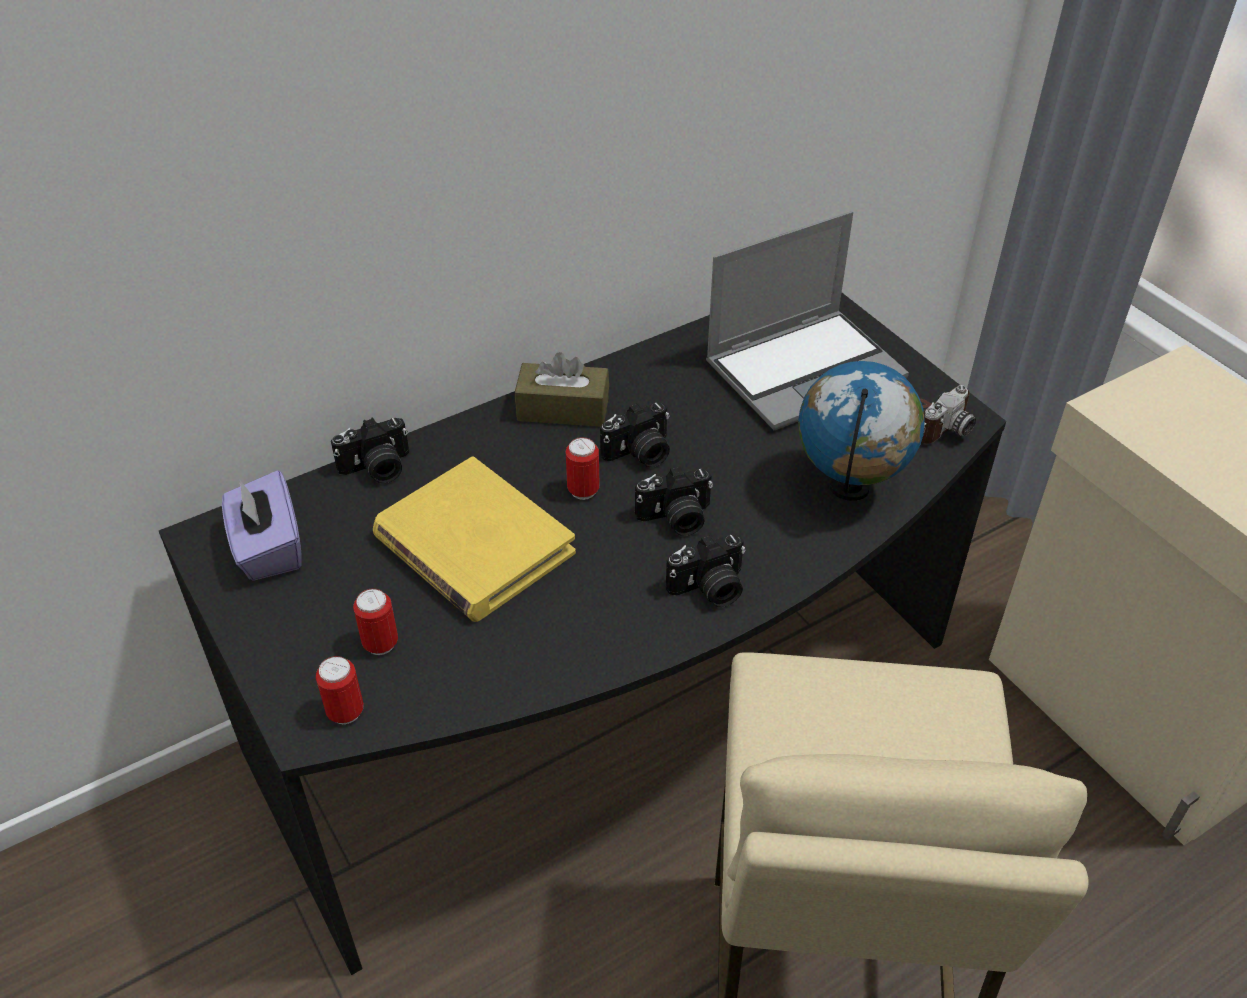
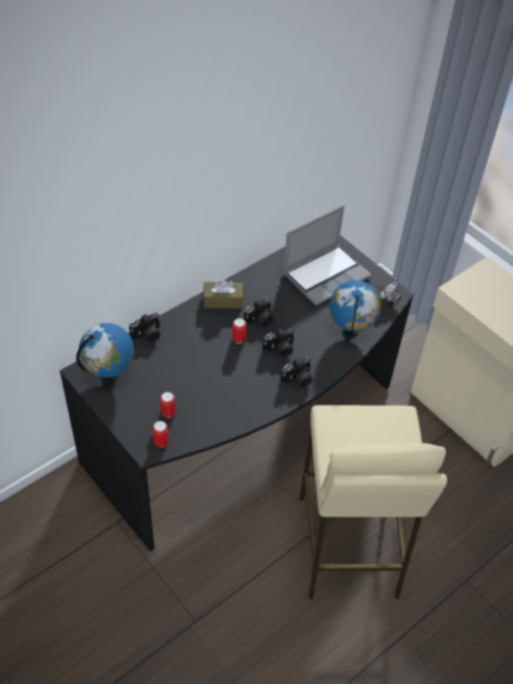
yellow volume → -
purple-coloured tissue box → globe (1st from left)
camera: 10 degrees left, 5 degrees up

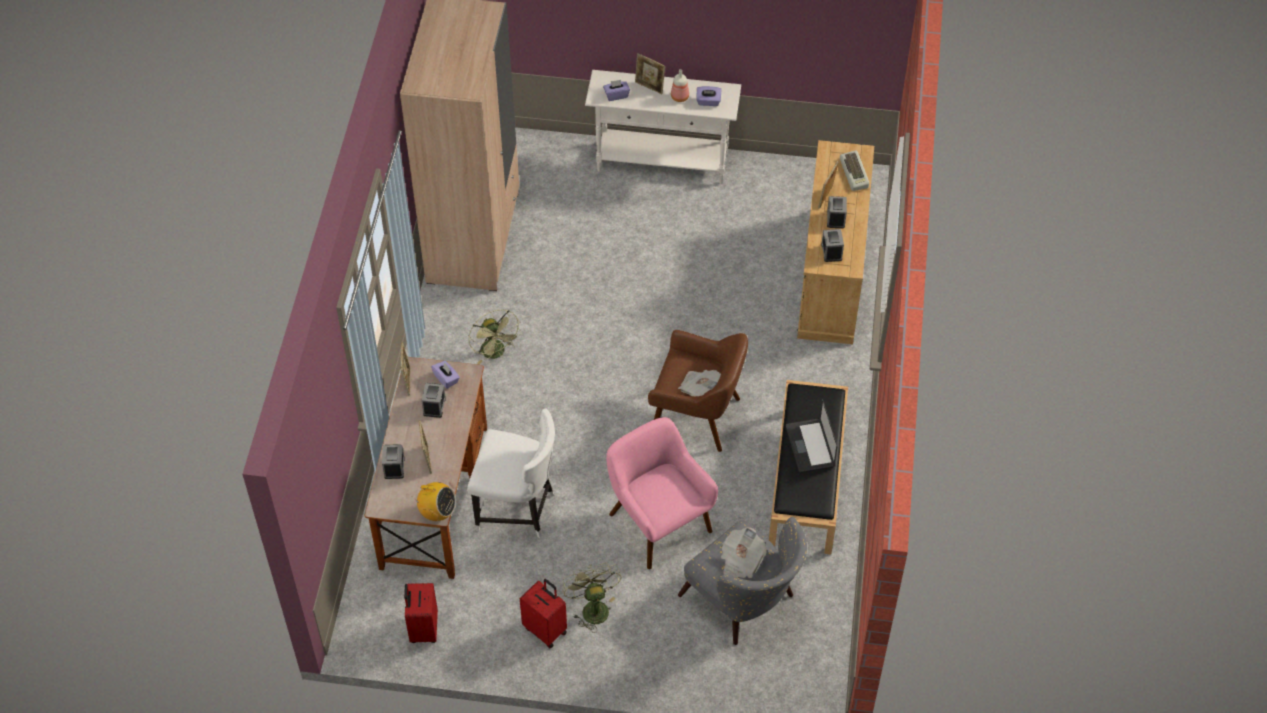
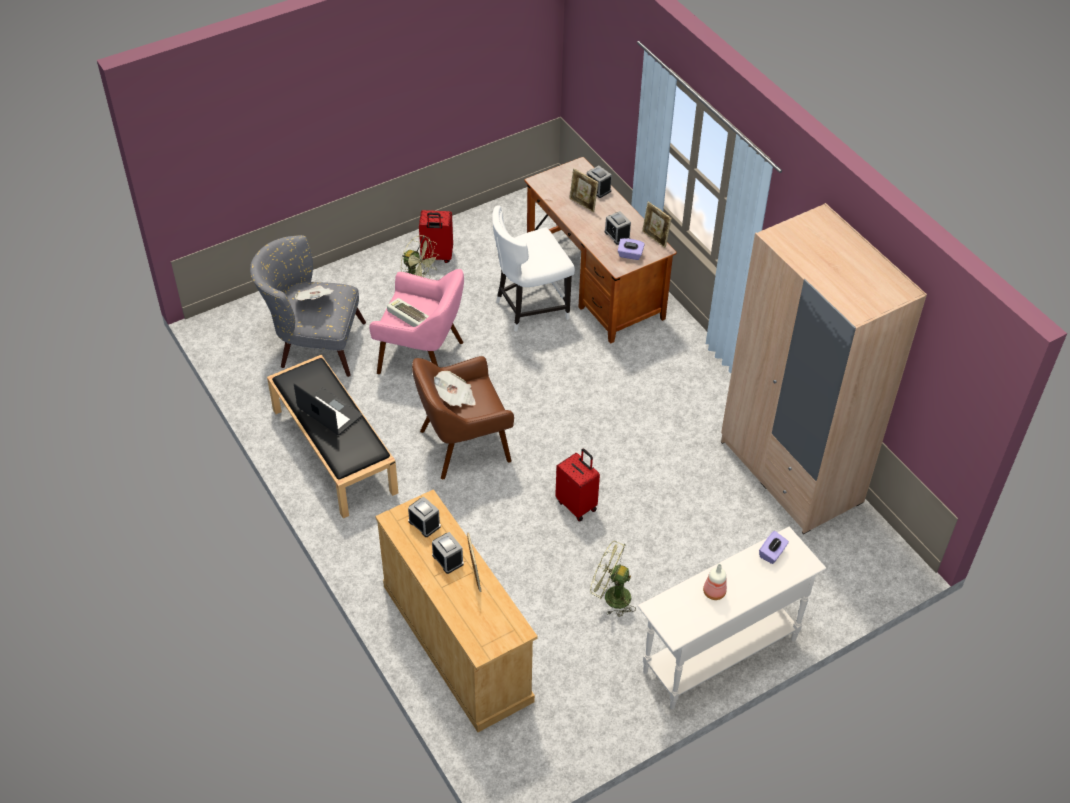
radio set → -
picture frame (3rd from left) → -
purple-coloured tissue box (3rd from left) → -
red-coloured travel case (1st from left in the first image) → red-coloured travel case (2nd from left), moved
greenish cooling fan (1st from left in the first image) → greenish cooling fan (2nd from left), moved
PC keyboard, moved
camera: 140 degrees right, 5 degrees down

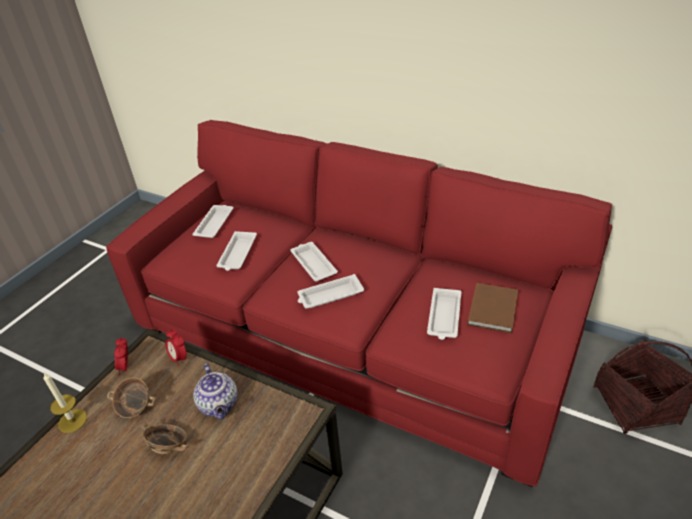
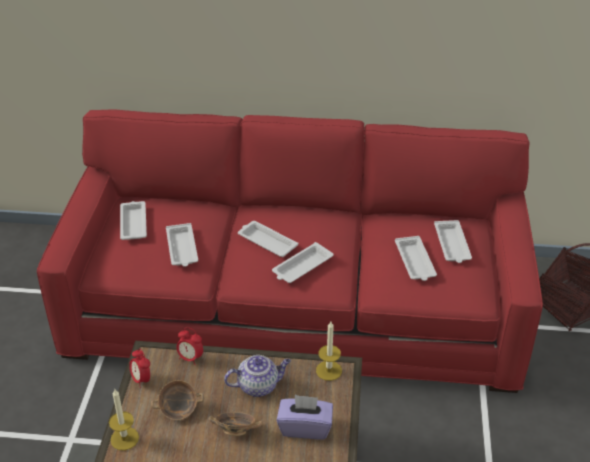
- → purple-coloured tissue box
- → candle (2nd from left)
brown-coloured volume → whitish carrying tray (6th from left)
tea pot, 60 degrees counterclockwise
camera: 25 degrees left, 0 degrees up

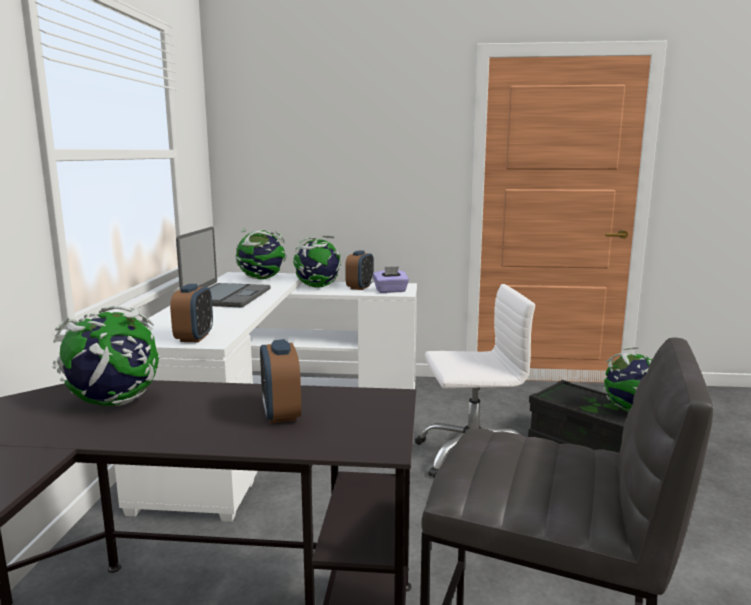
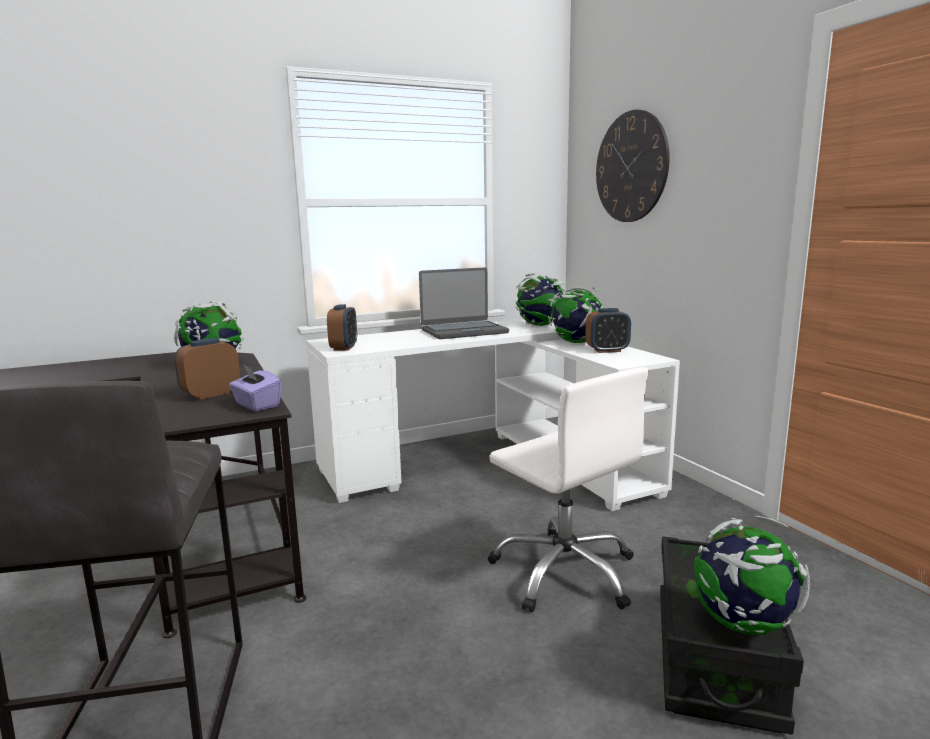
- → hanging clock
purple-coloured tissue box, moved
alarm clock (1st from left in the first image) → alarm clock (2nd from left), 60 degrees counterclockwise
camera: 60 degrees right, 0 degrees up

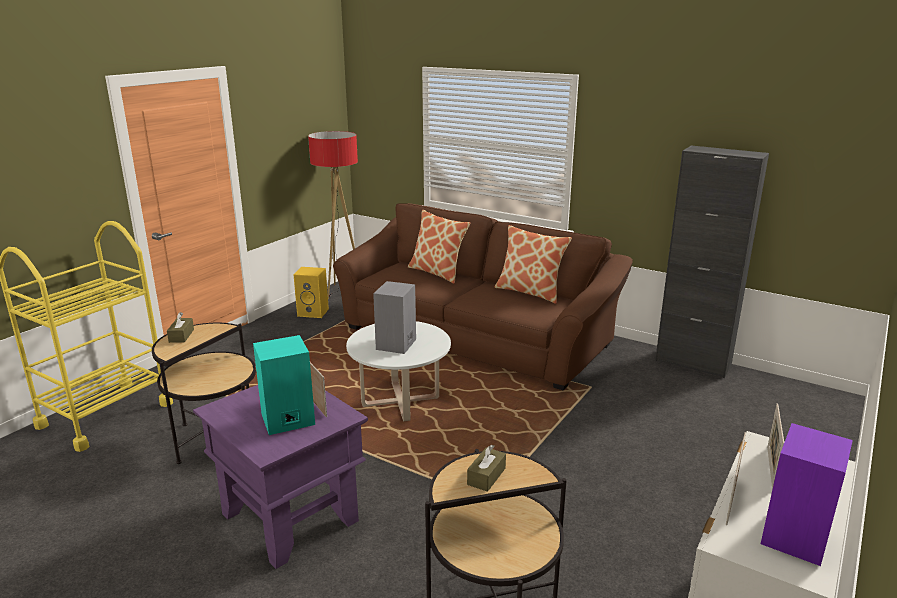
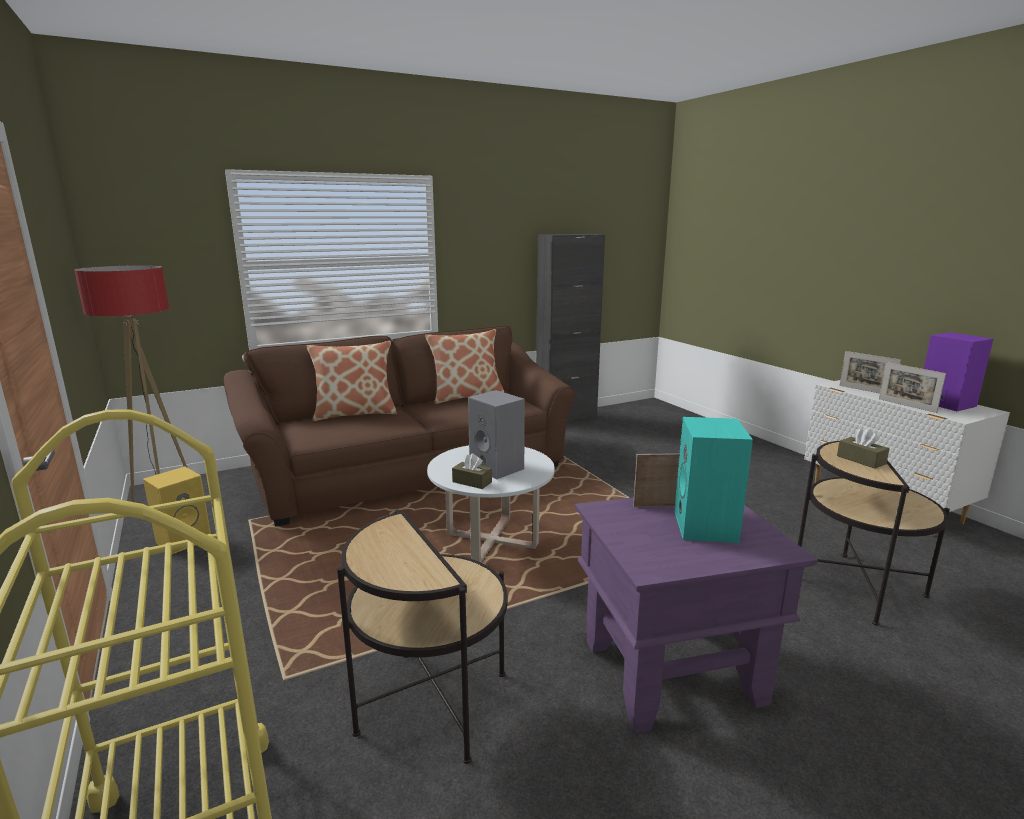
brown-coloured tissue box (1st from left), moved
camera: 60 degrees left, 5 degrees down

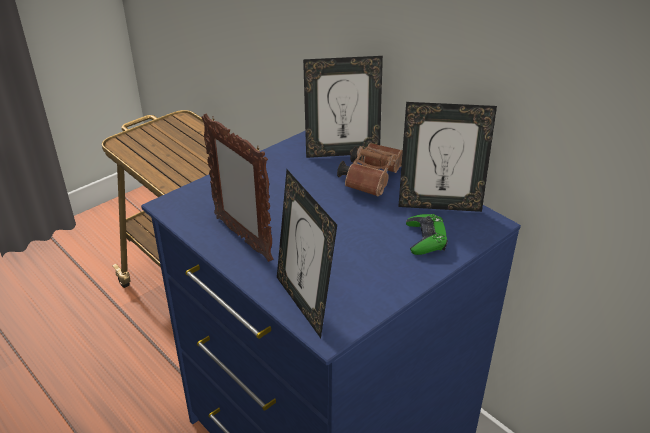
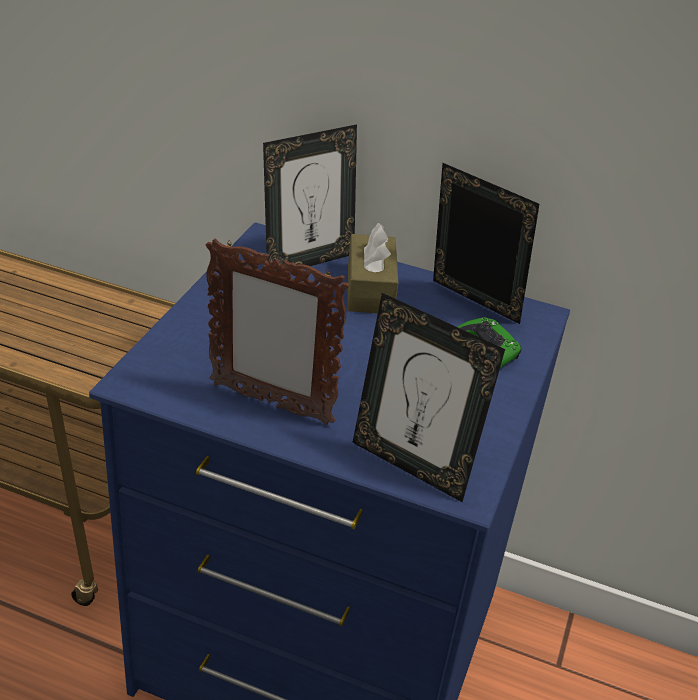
brown-coloured binoculars → brown-coloured tissue box
picture frame (4th from left), 120 degrees counterclockwise
camera: 30 degrees left, 0 degrees up

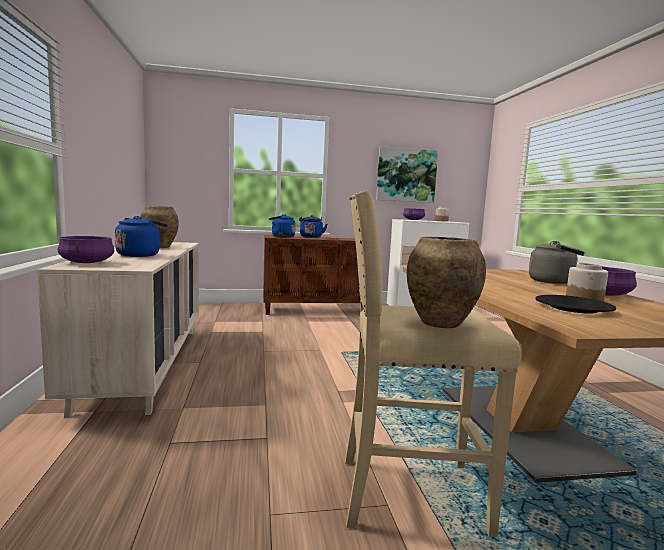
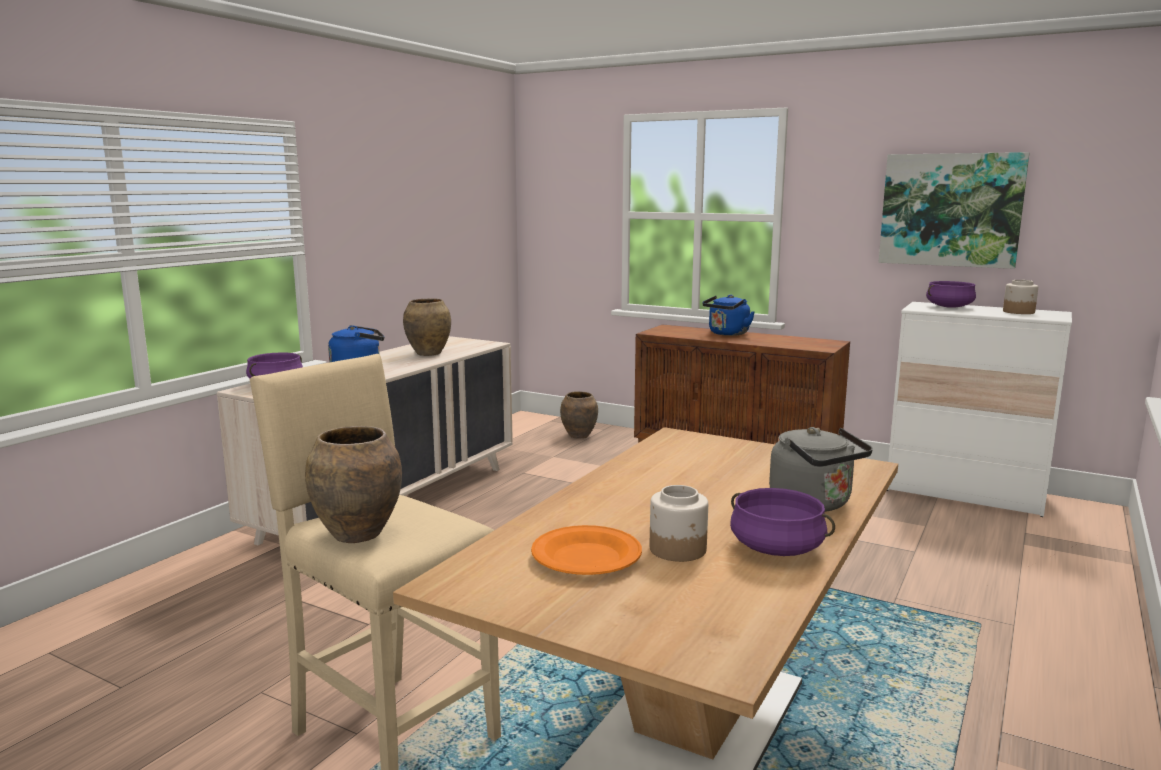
bluish tea kettle (2nd from left) → -
- → brown-coloured vase (3rd from left)
black-coloured dinner plate → orange dinner plate
camera: 40 degrees right, 5 degrees up

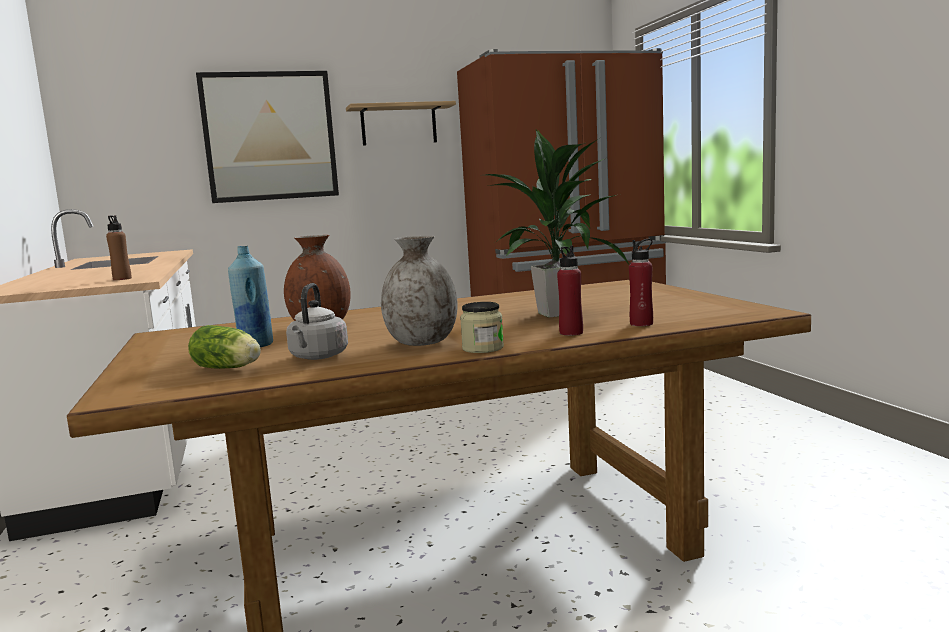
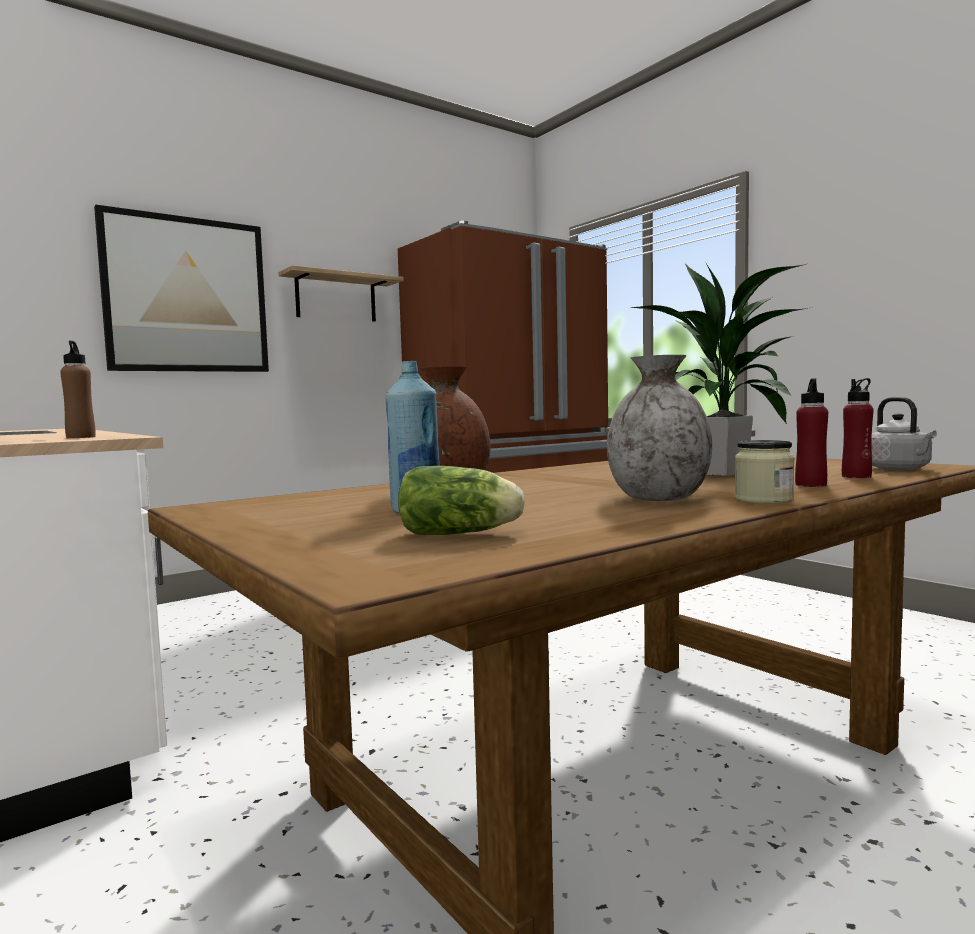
grey tea kettle, moved
camera: 20 degrees left, 5 degrees down

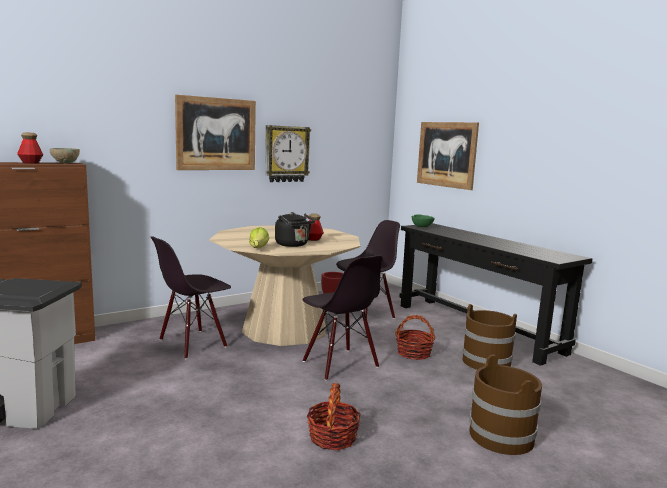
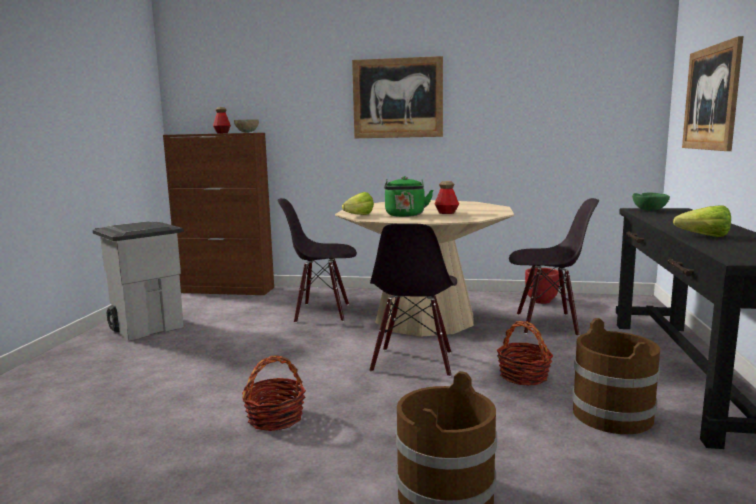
hanging clock → -
- → lettuce head (2nd from left)
black-coloured tea kettle → greenish tea kettle
camera: 45 degrees right, 0 degrees up

